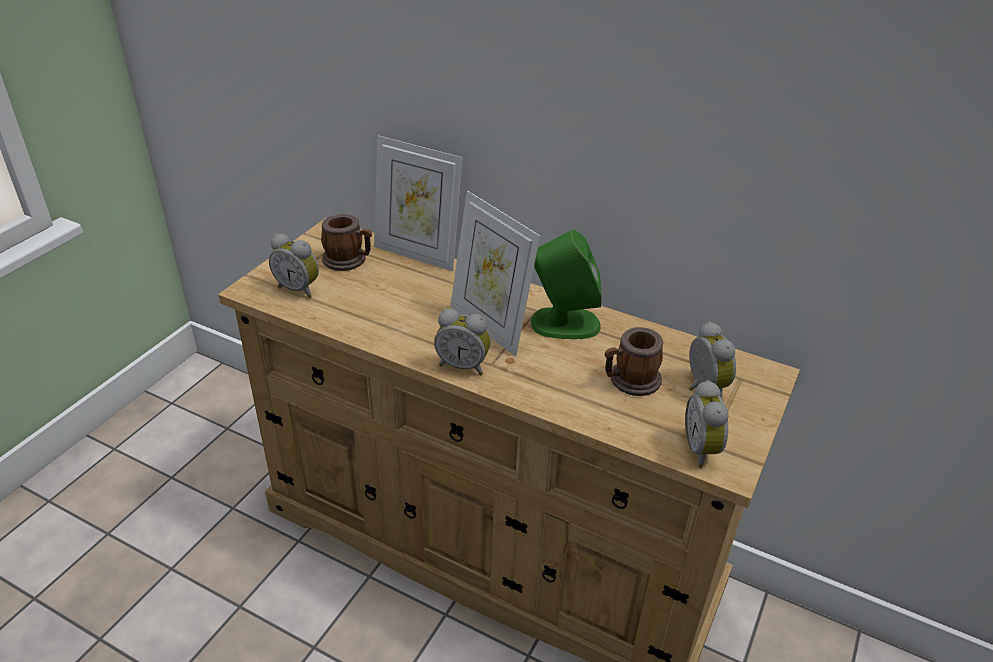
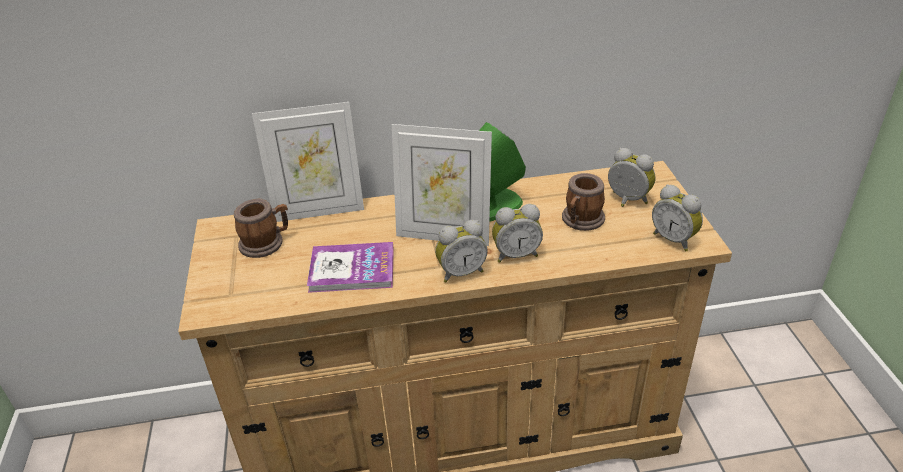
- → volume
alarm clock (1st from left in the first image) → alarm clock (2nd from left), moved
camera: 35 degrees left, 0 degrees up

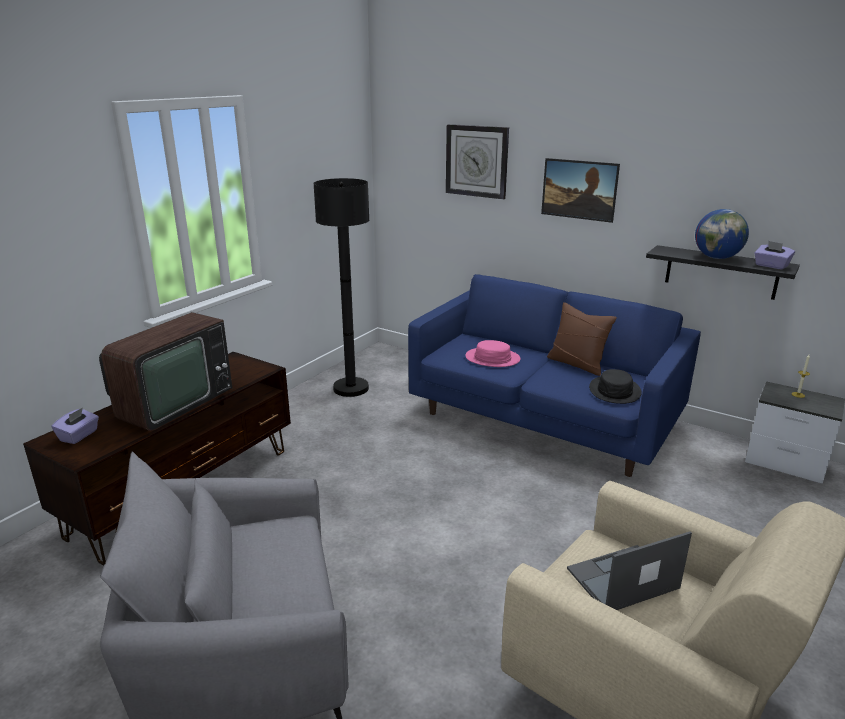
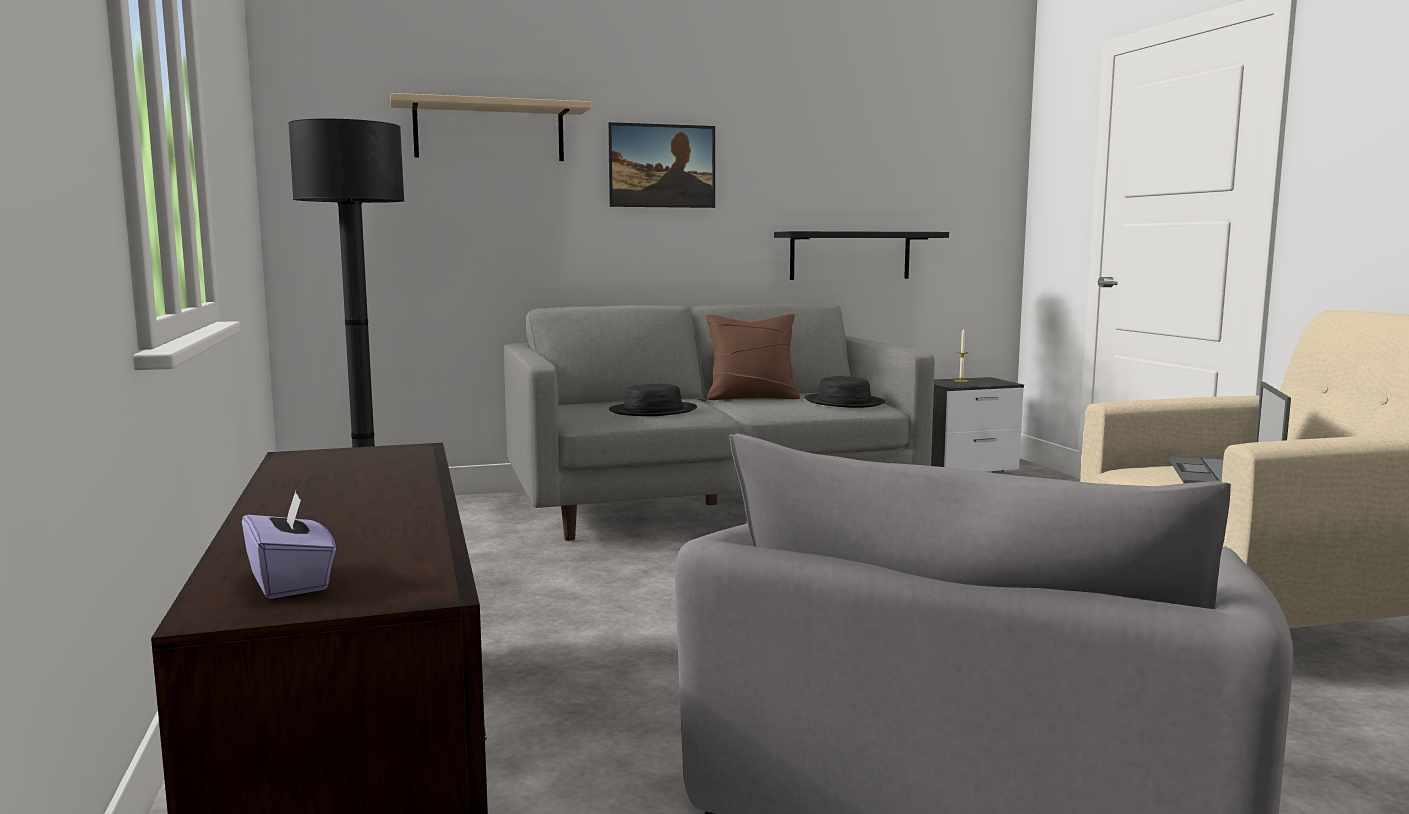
TV → -
globe → -
purple-coloured tissue box (2nd from left) → -
hanging clock → beige-coloured shelf
bluish sofa → grey sofa
pinkish clothing hat → black-coloured clothing hat (1st from left)
camera: 50 degrees left, 15 degrees down

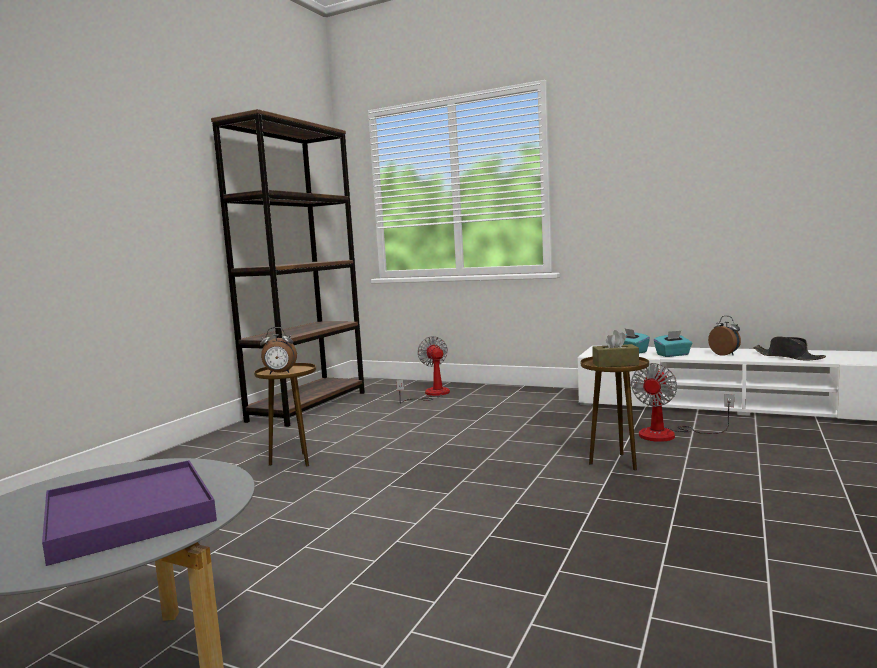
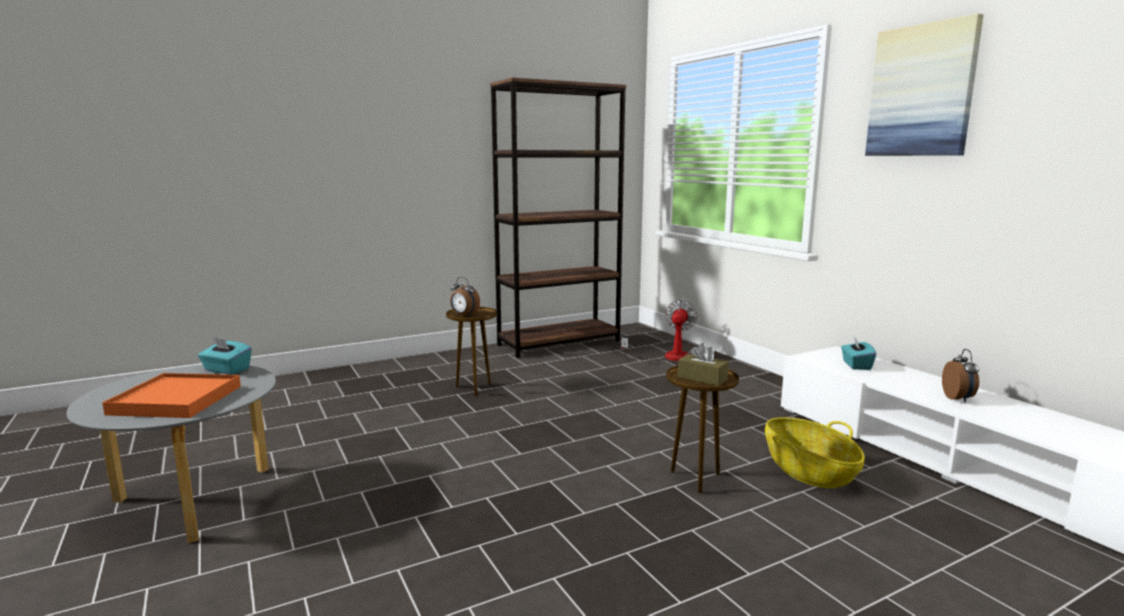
black-coloured clothing hat → -
- → picture
blue-green tissue box (2nd from left in the first image) → blue-green tissue box (1st from left), moved
cooling fan (2nd from left) → storage basket
purple-coloured carrying tray → orange carrying tray
camera: 35 degrees right, 5 degrees up

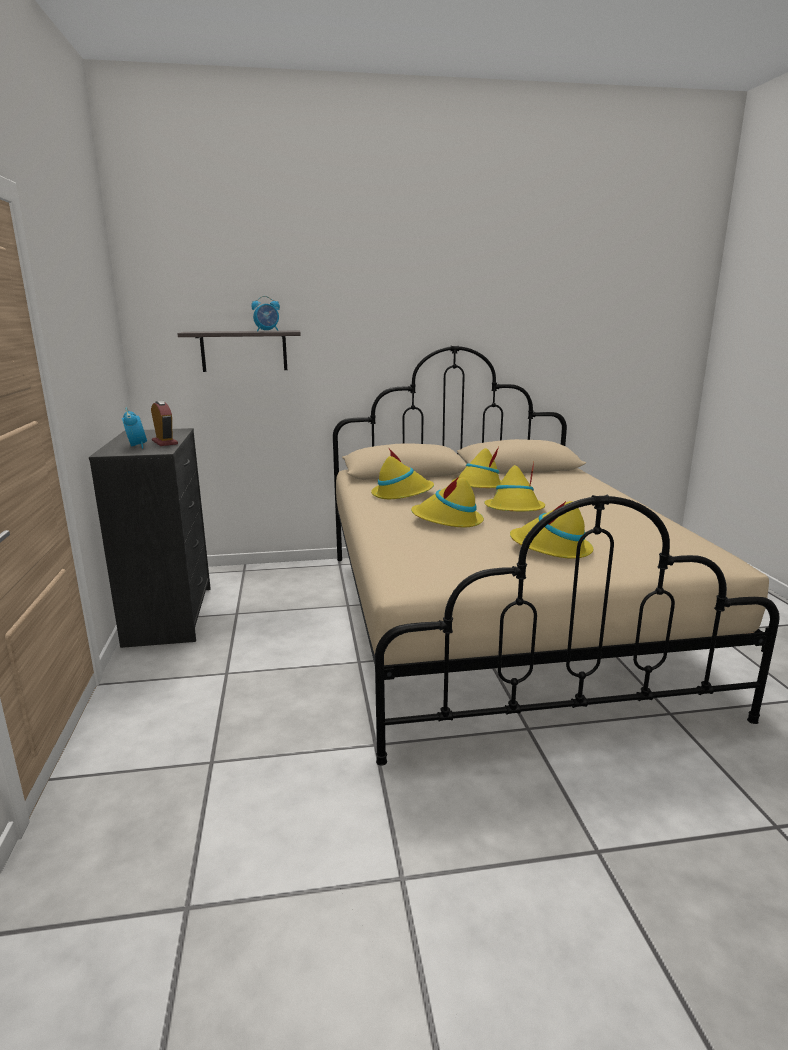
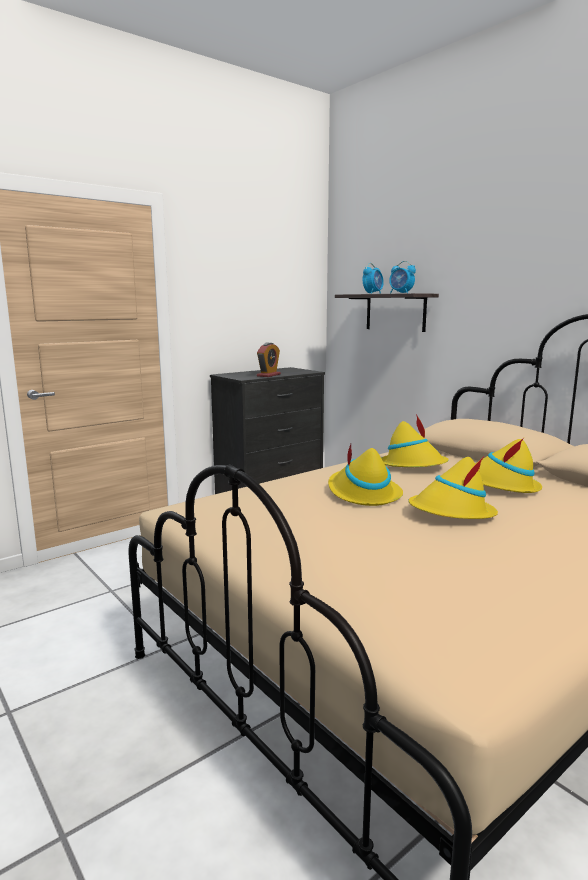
yellow clothing hat (5th from left) → -
alarm clock (1st from left in the first image) → alarm clock (2nd from left), moved
camera: 60 degrees right, 5 degrees down

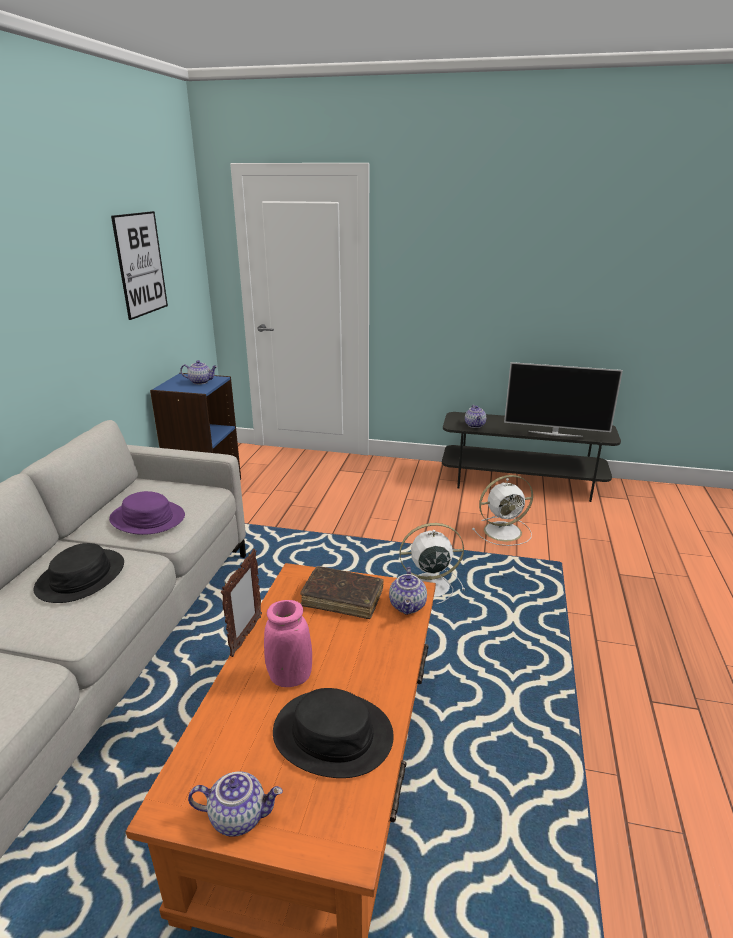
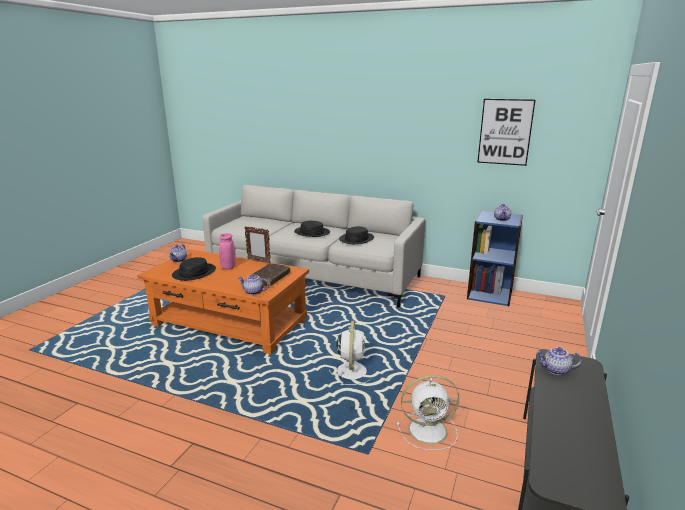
TV → -
purple-coloured clothing hat → black-coloured clothing hat (3rd from left)
whitish cooling fan (2nd from left), 90 degrees counterclockwise
camera: 100 degrees right, 5 degrees down

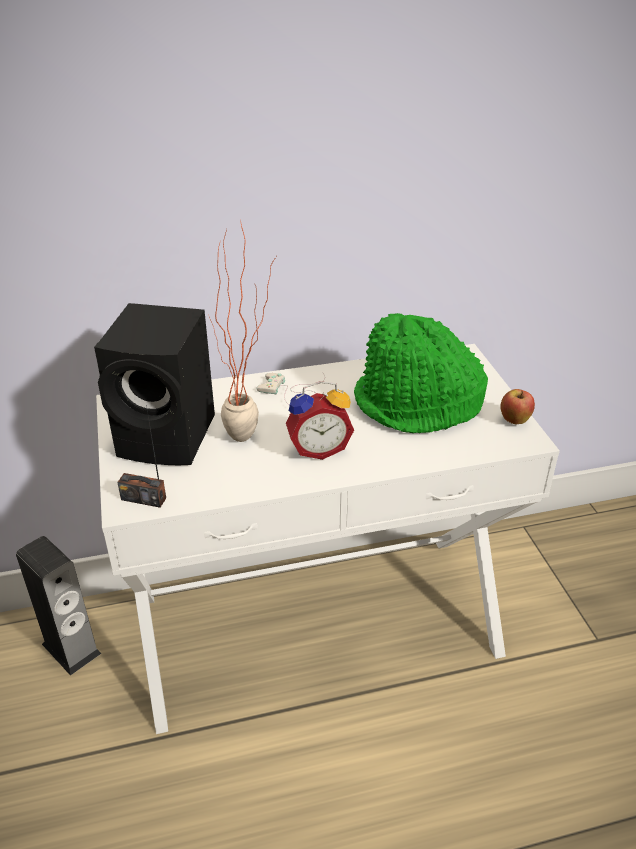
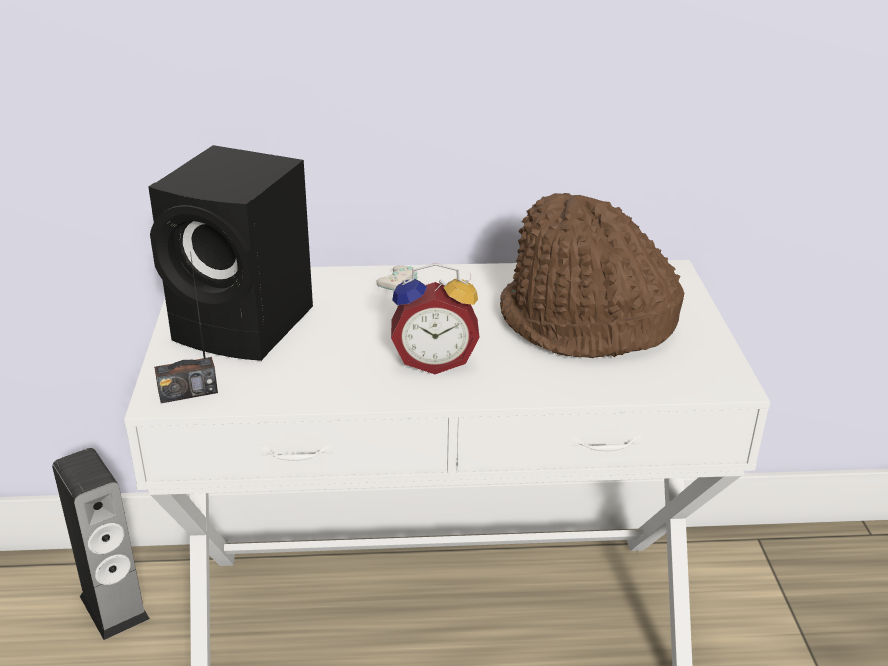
potted plant → -
apple → -
greenish clothing hat → brown-coloured clothing hat
radio set, 45 degrees counterclockwise
camera: 10 degrees right, 5 degrees down

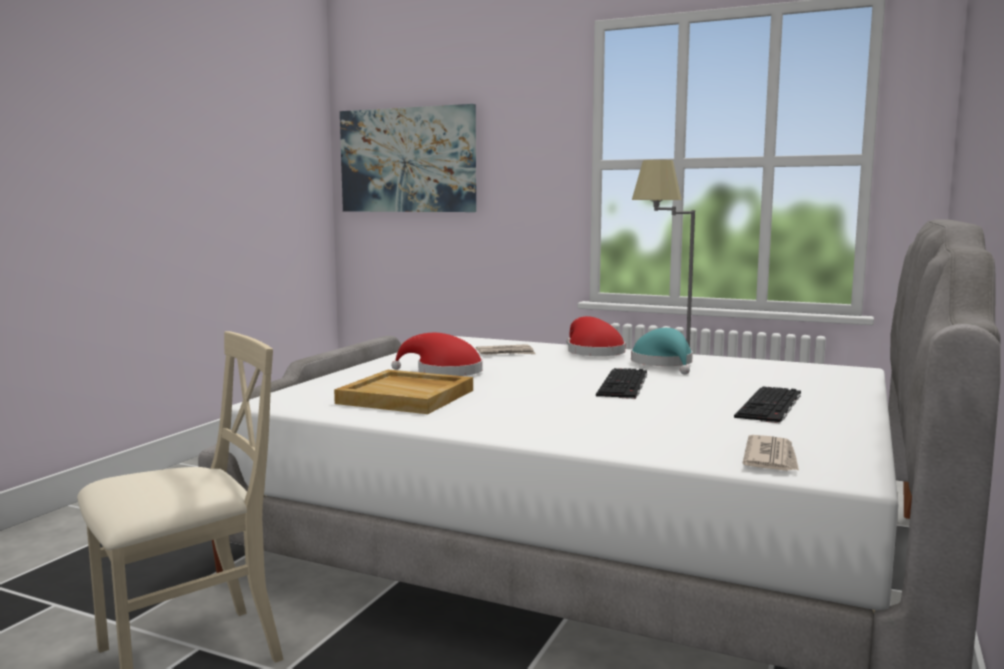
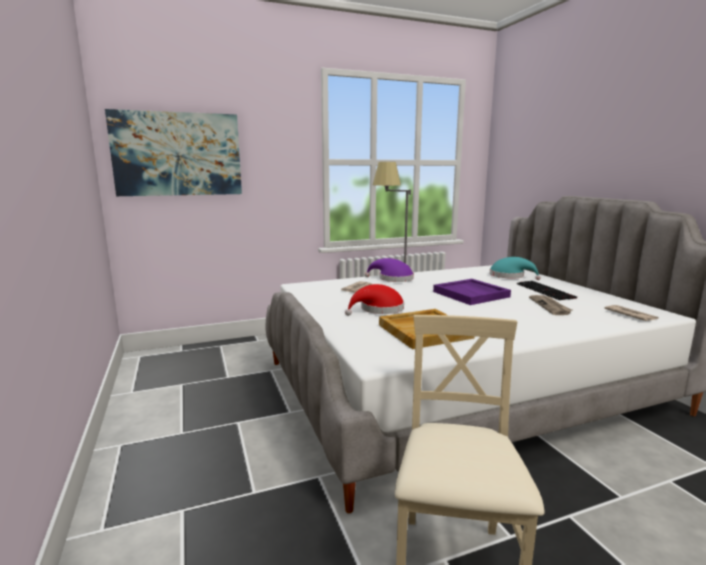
- → daily paper (2nd from left)
blue-green clothing hat, moved
PC keyboard (1st from left) → purple-coloured carrying tray
red-coloured clothing hat (2nd from left) → purple-coloured clothing hat
camera: 45 degrees left, 5 degrees up

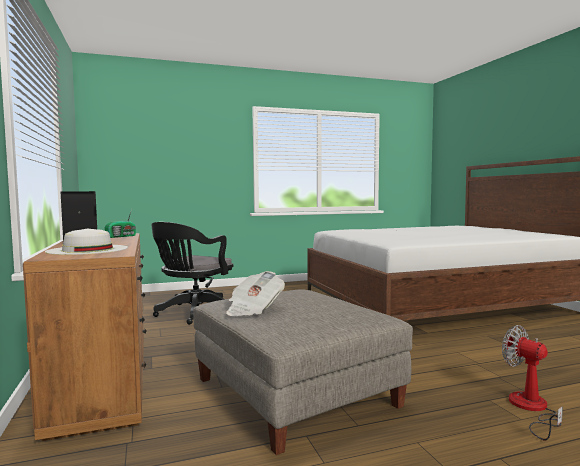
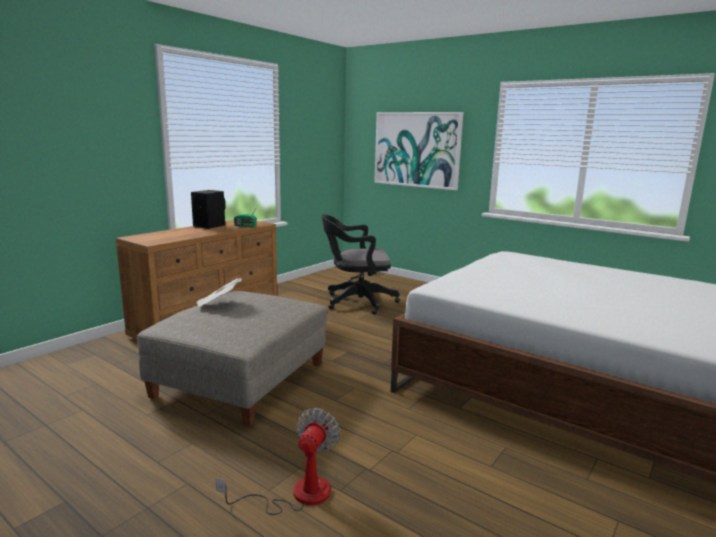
whitish clothing hat → -
- → picture
camera: 55 degrees right, 10 degrees up

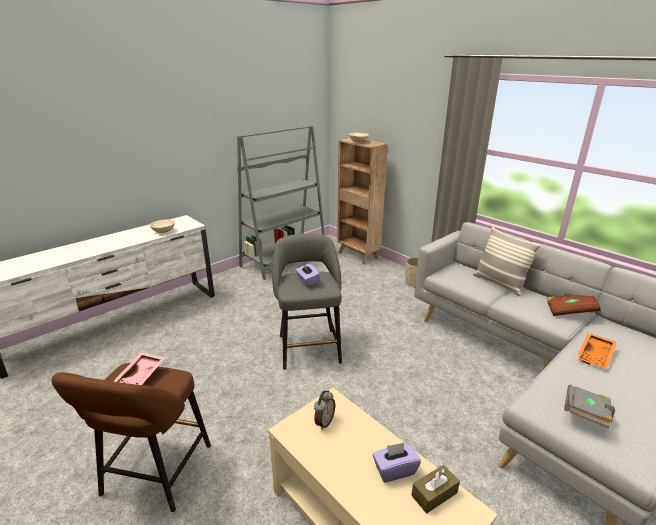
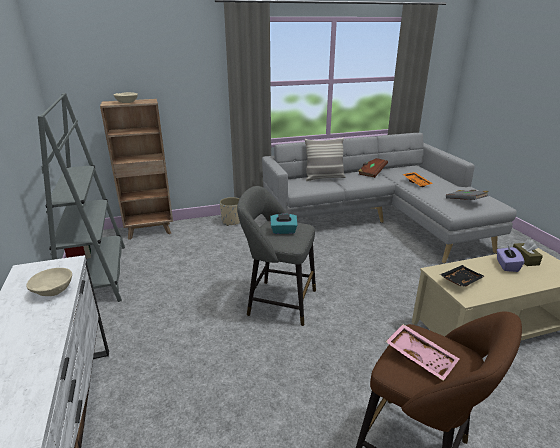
alarm clock → black-coloured carrying tray
purple-coloured tissue box (1st from left) → blue-green tissue box
camera: 65 degrees left, 0 degrees up

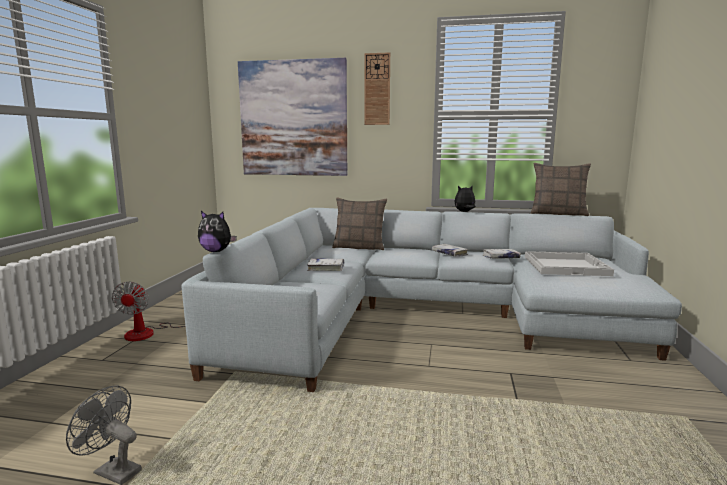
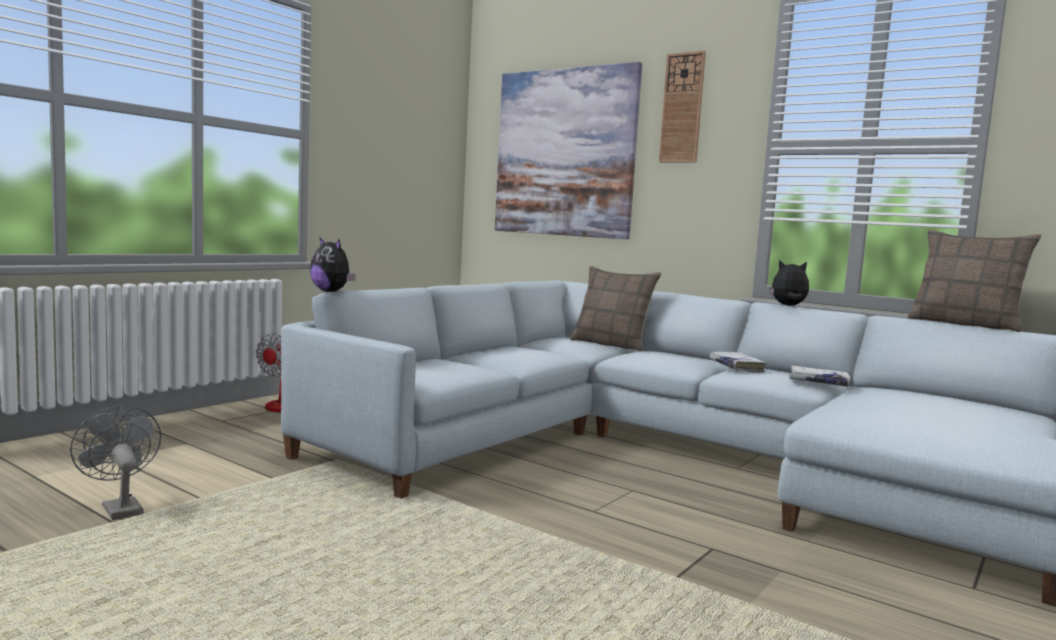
whitish volume (1st from left) → -
whitish carrying tray → -
camera: 25 degrees right, 5 degrees down

